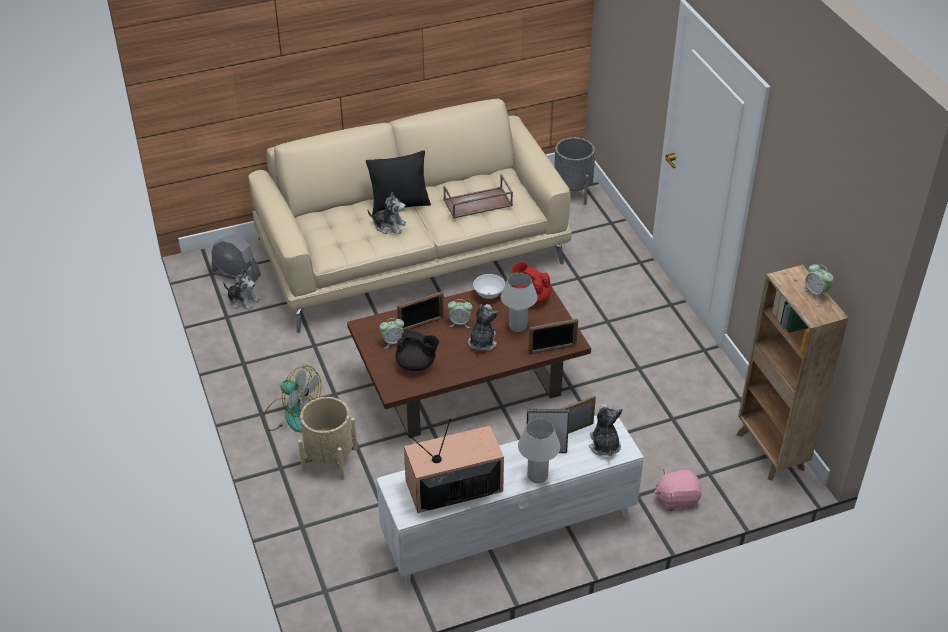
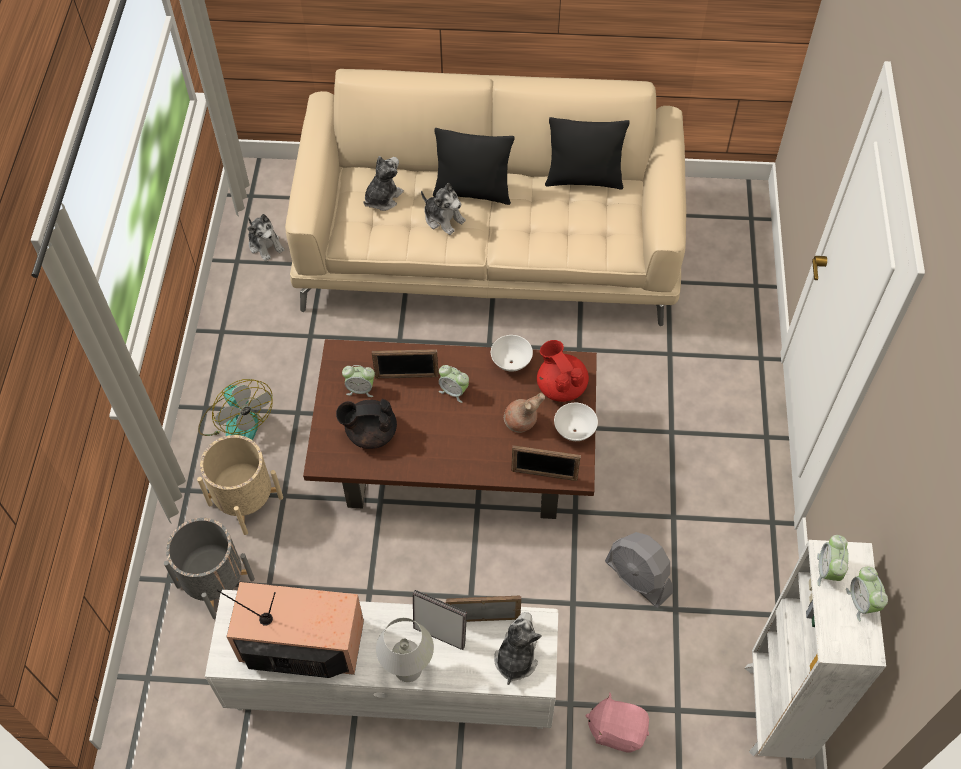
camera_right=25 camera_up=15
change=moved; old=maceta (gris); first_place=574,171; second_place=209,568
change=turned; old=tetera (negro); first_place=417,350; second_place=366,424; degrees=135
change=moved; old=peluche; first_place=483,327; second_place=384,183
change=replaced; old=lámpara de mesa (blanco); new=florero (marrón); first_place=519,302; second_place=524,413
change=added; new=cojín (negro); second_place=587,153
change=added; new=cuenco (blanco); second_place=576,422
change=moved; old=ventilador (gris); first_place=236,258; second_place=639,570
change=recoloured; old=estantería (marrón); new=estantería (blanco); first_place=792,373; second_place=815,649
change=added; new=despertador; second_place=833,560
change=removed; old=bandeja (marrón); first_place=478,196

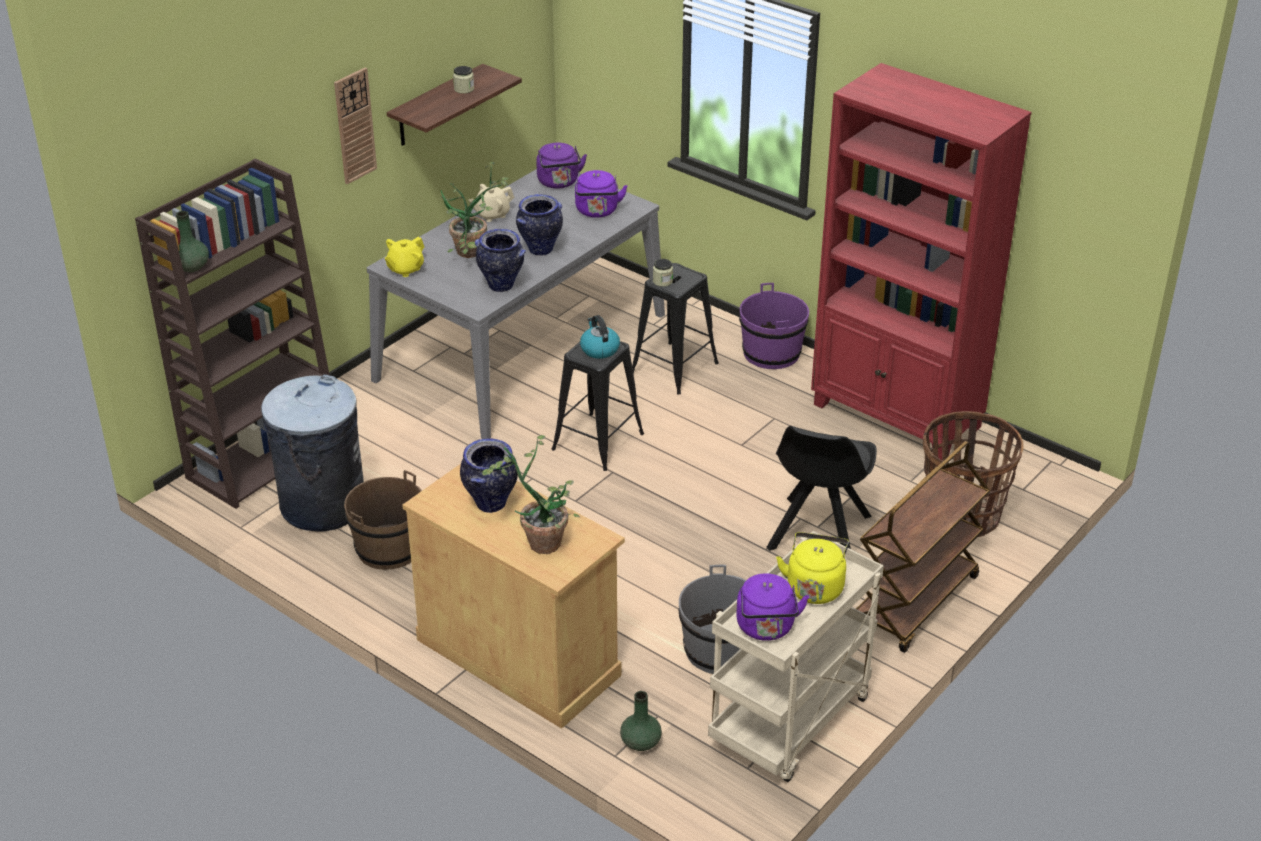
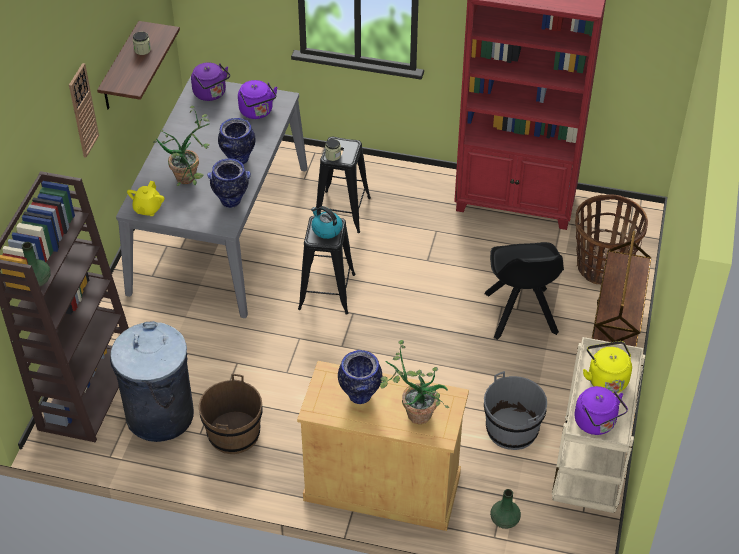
camera_right=-25 camera_up=10
change=removed; old=tetera (beis); first_place=491,203
change=removed; old=cubo (morado); first_place=774,326

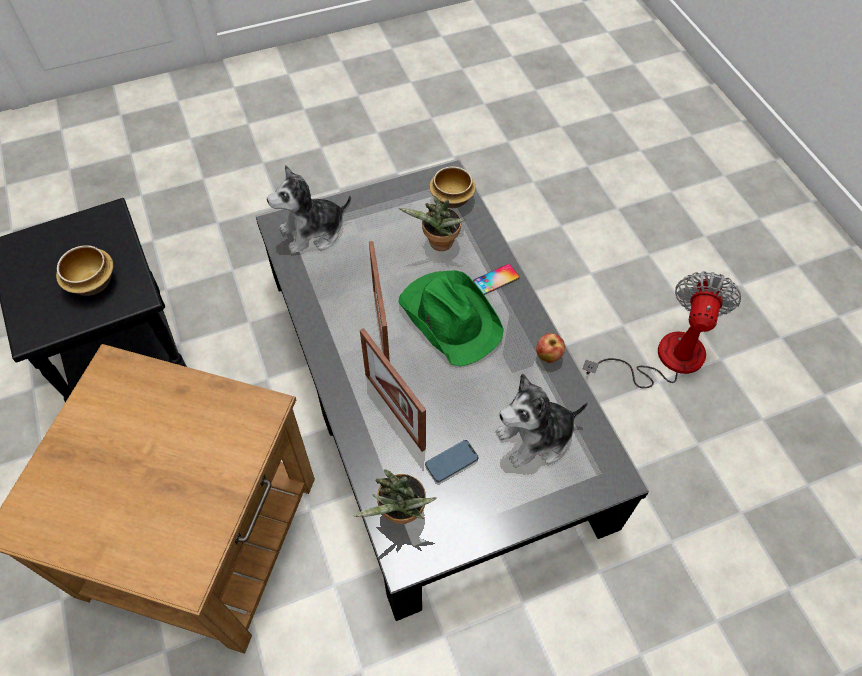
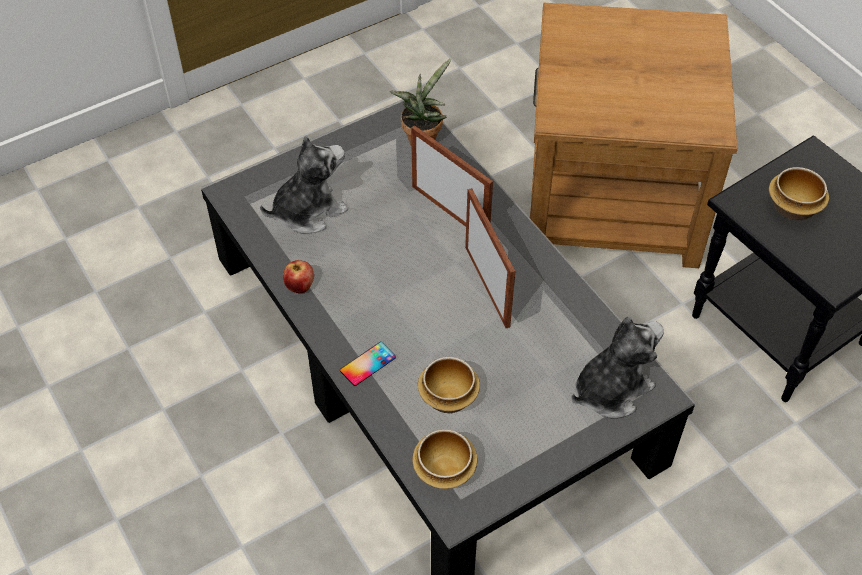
camera_right=170 camera_up=-5
change=replaced; old=planta en maceta; new=cuenco; first_place=432,223; second_place=449,385
change=removed; old=sombrero (verde); first_place=451,318
change=removed; old=móvil; first_place=452,461
change=removed; old=ventilador; first_place=661,329

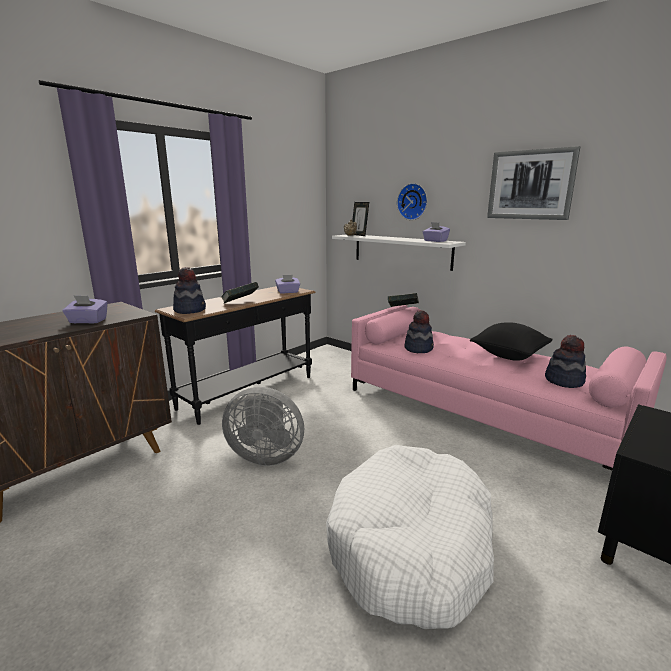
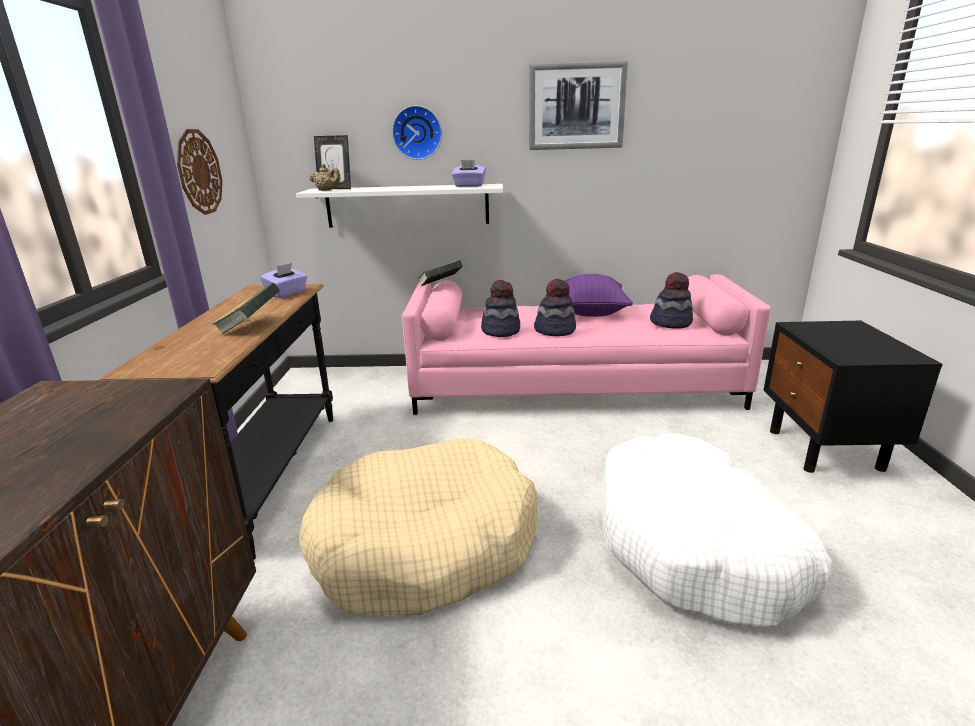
camera_right=-40 camera_up=5
change=added; new=reloj de pared; second_place=199,172
change=replaced; old=ventilador (gris); new=cama para perro (beis); first_place=263,426; second_place=419,527
change=moved; old=sombrero; first_place=189,290; second_place=555,307
change=recoloured; old=cojín (negro); new=cojín (morado); first_place=511,341; second_place=599,295
change=removed; old=caja de pañuelos (morado); first_place=85,309

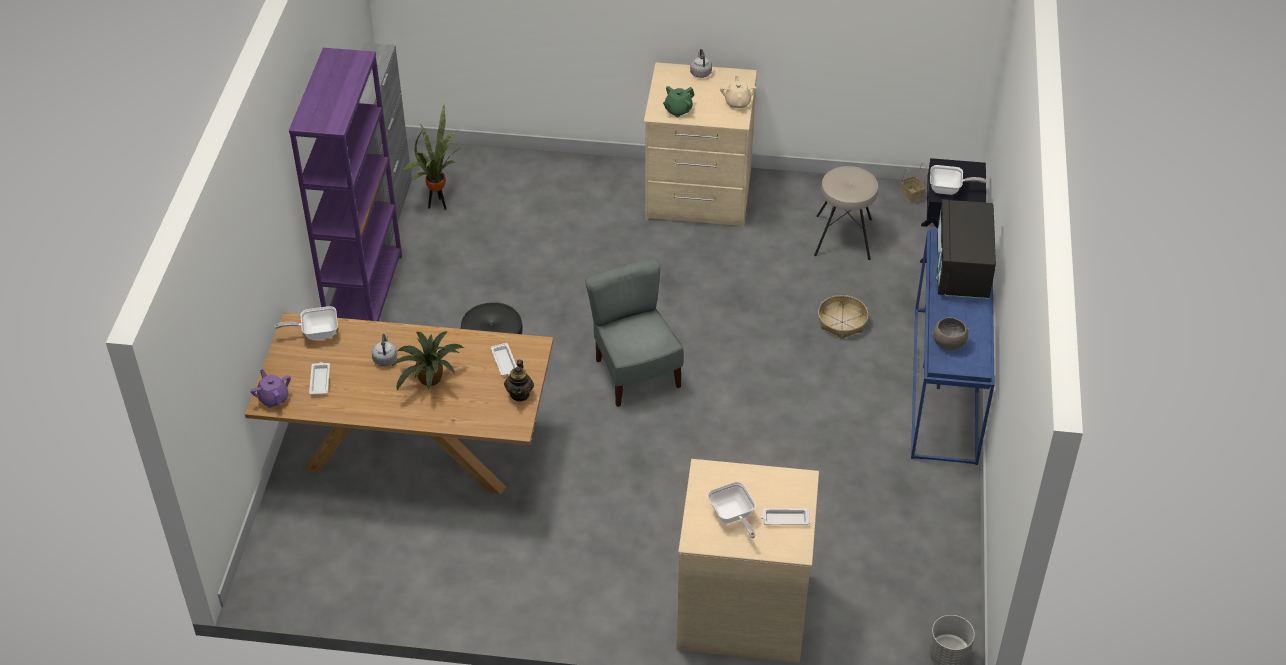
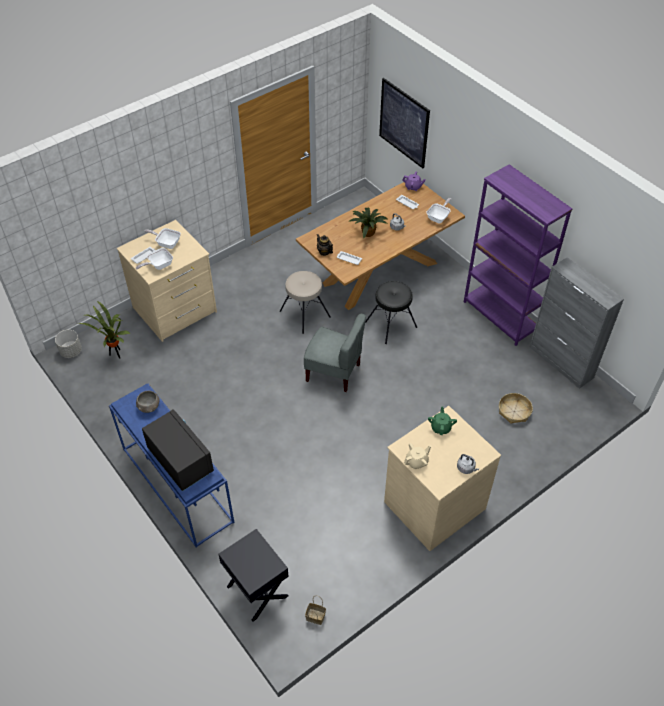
camera_right=135 camera_up=5
change=moved; old=planta en maceta; first_place=434,157; second_place=104,330
change=moved; old=sartén; first_place=958,180; second_place=154,259
change=moved; old=taburete (beis); first_place=846,213; second_place=305,302
change=added; new=cuadro; second_place=404,123
change=turned; old=tetera (beis); first_place=738,92; second_place=417,456; degrees=-75
change=moved; old=cesta; first_place=843,317; second_place=516,408

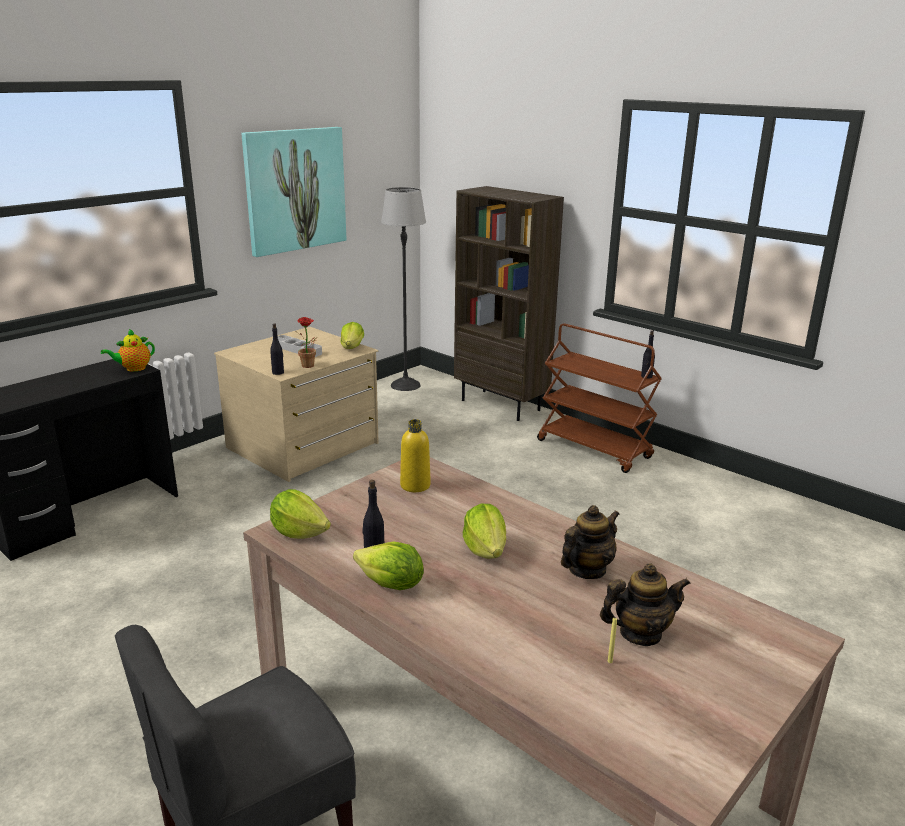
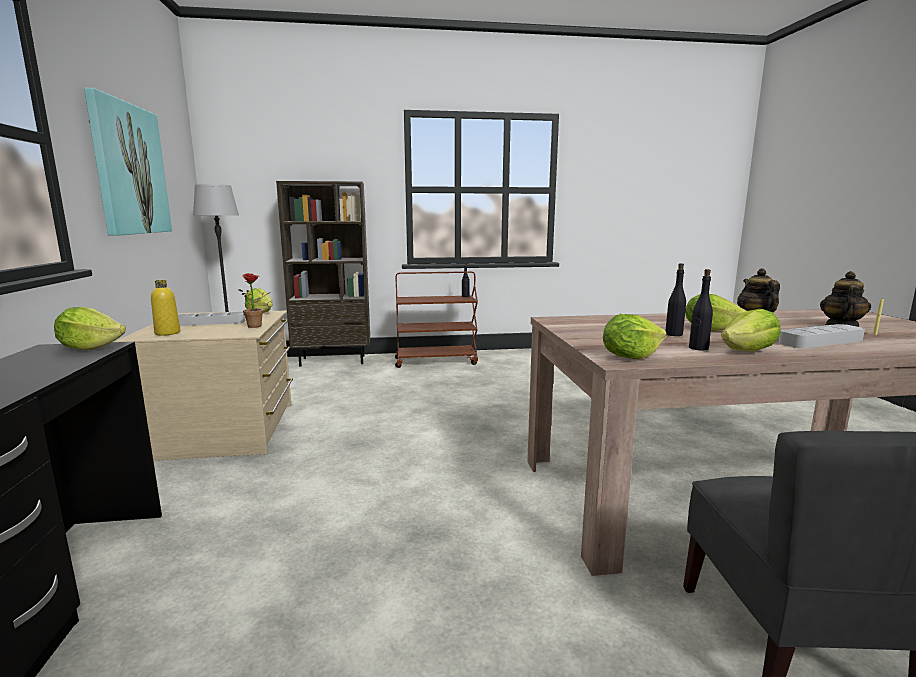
camera_right=-50 camera_up=-10
change=replaced; old=tetera; new=lechuga; first_place=128,350; second_place=90,328
change=moved; old=botella (amarillo); first_place=415,455; second_place=165,308
change=moved; old=botella (negro); first_place=277,349; second_place=675,299
change=added; new=bandeja (gris); second_place=822,336

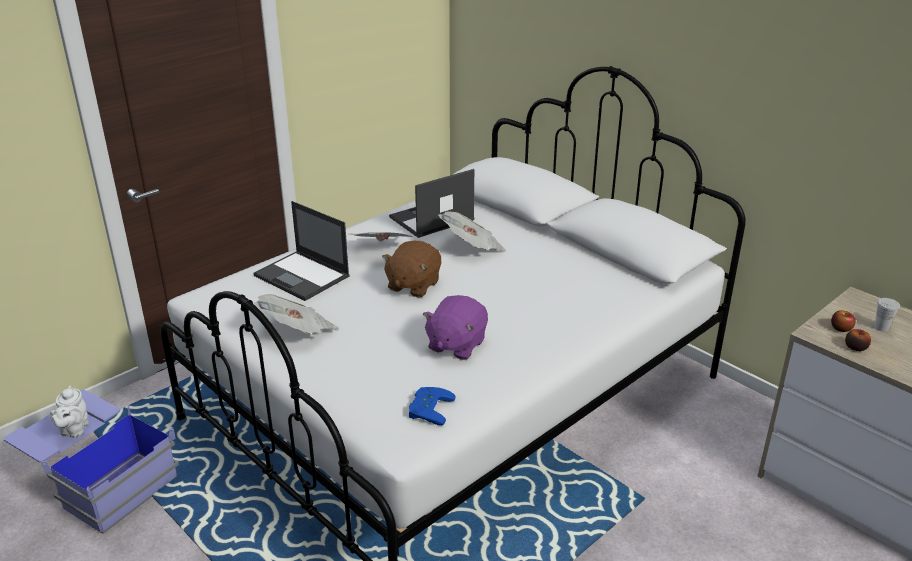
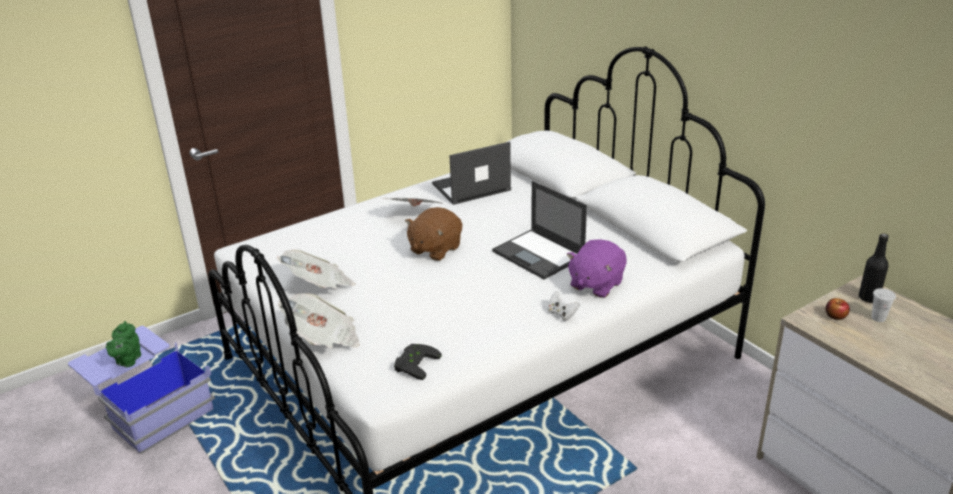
camera_right=10 camera_up=0
change=recoloured; old=tetera (blanco); new=tetera (verde); first_place=69,412; second_place=123,344
change=moved; old=periódico; first_place=472,231; second_place=319,320
change=recoloured; old=mando de consola (azul); new=mando de consola (negro); first_place=432,406; second_place=418,362
change=moved; old=portátil; first_place=302,251; second_place=539,230
change=added; new=mando de consola (blanco); second_place=564,306
change=moved; old=peluche (morado); first_place=455,327; second_place=596,268
change=added; new=botella (negro); second_place=874,268
change=removed; old=manzana; first_place=858,340

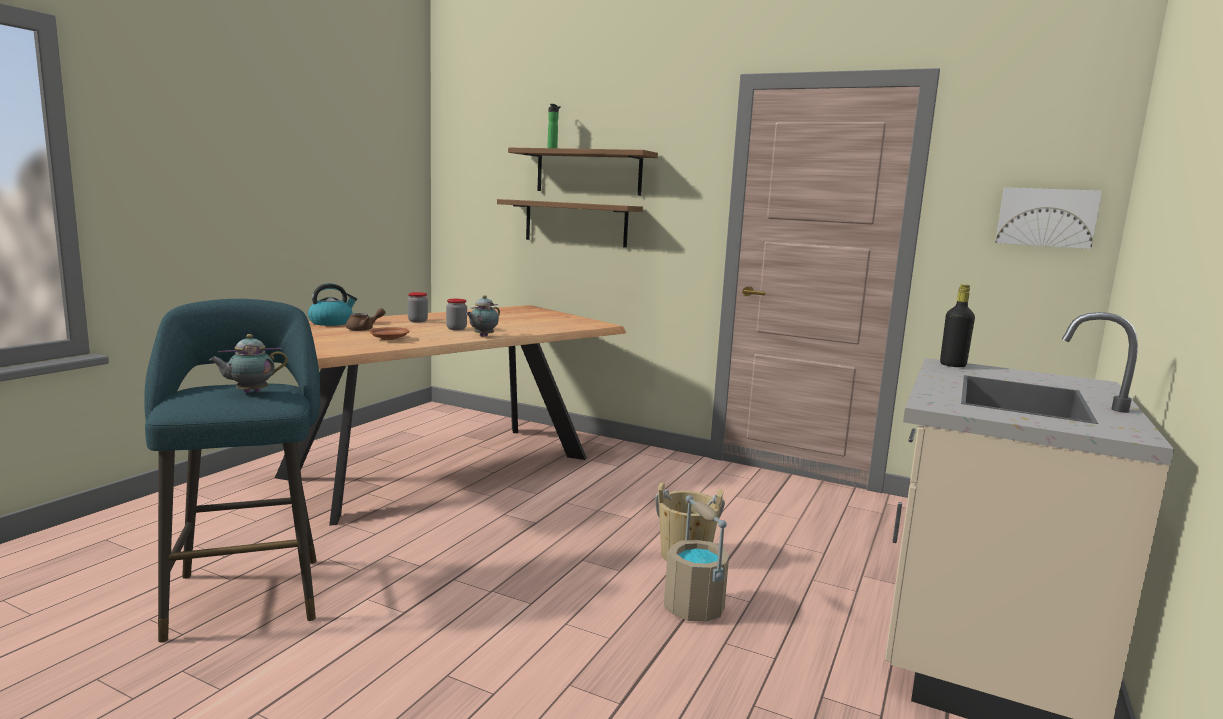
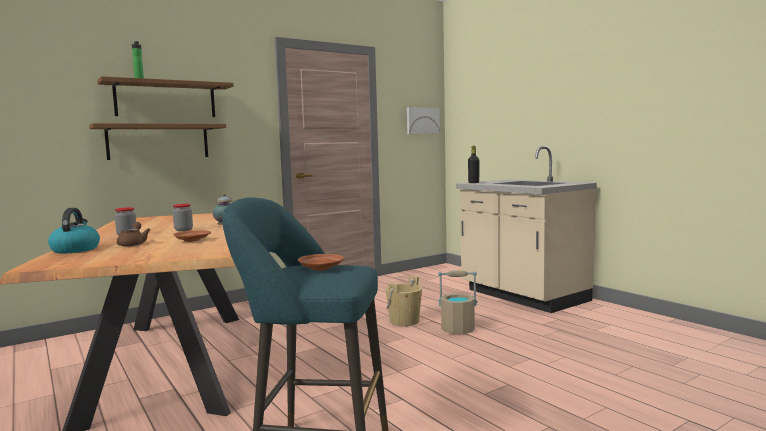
camera_right=-60 camera_up=-5
change=replaced; old=tetera; new=plato (marrón); first_place=248,363; second_place=321,262

